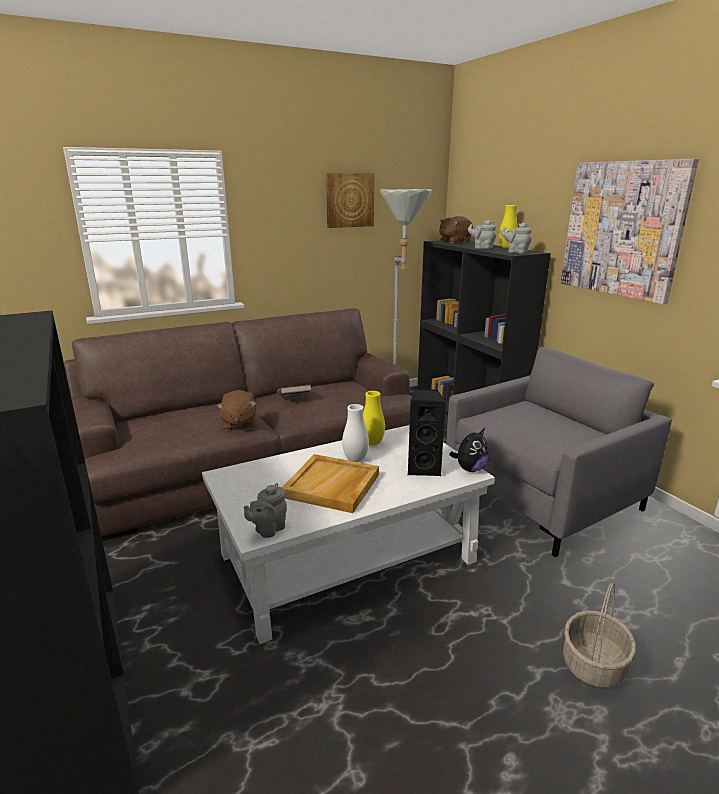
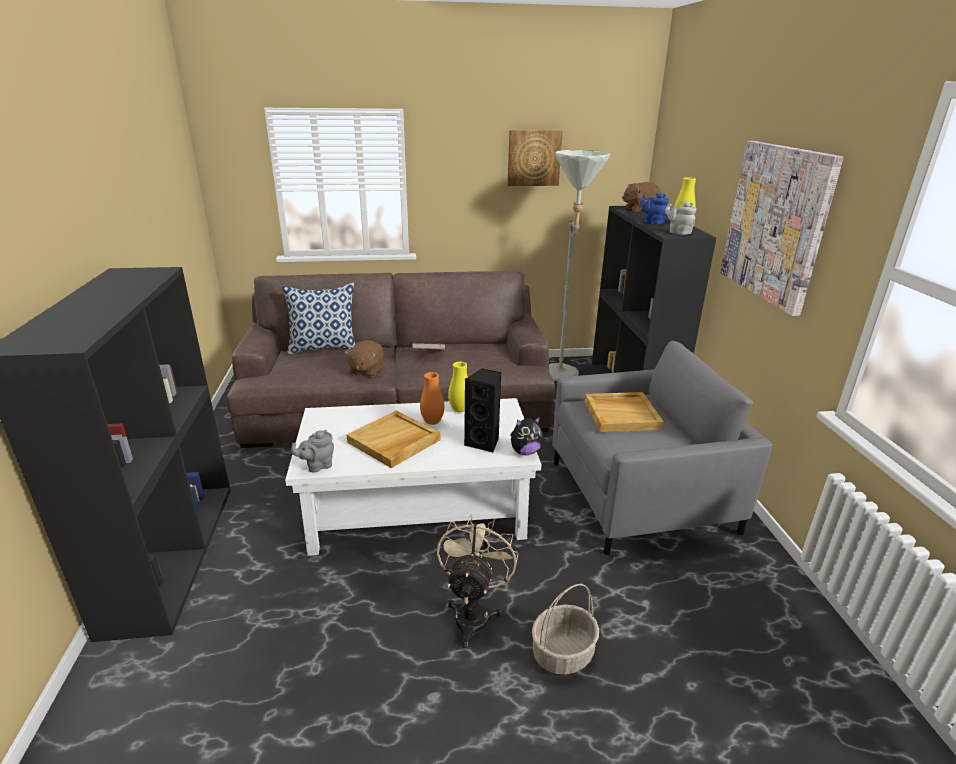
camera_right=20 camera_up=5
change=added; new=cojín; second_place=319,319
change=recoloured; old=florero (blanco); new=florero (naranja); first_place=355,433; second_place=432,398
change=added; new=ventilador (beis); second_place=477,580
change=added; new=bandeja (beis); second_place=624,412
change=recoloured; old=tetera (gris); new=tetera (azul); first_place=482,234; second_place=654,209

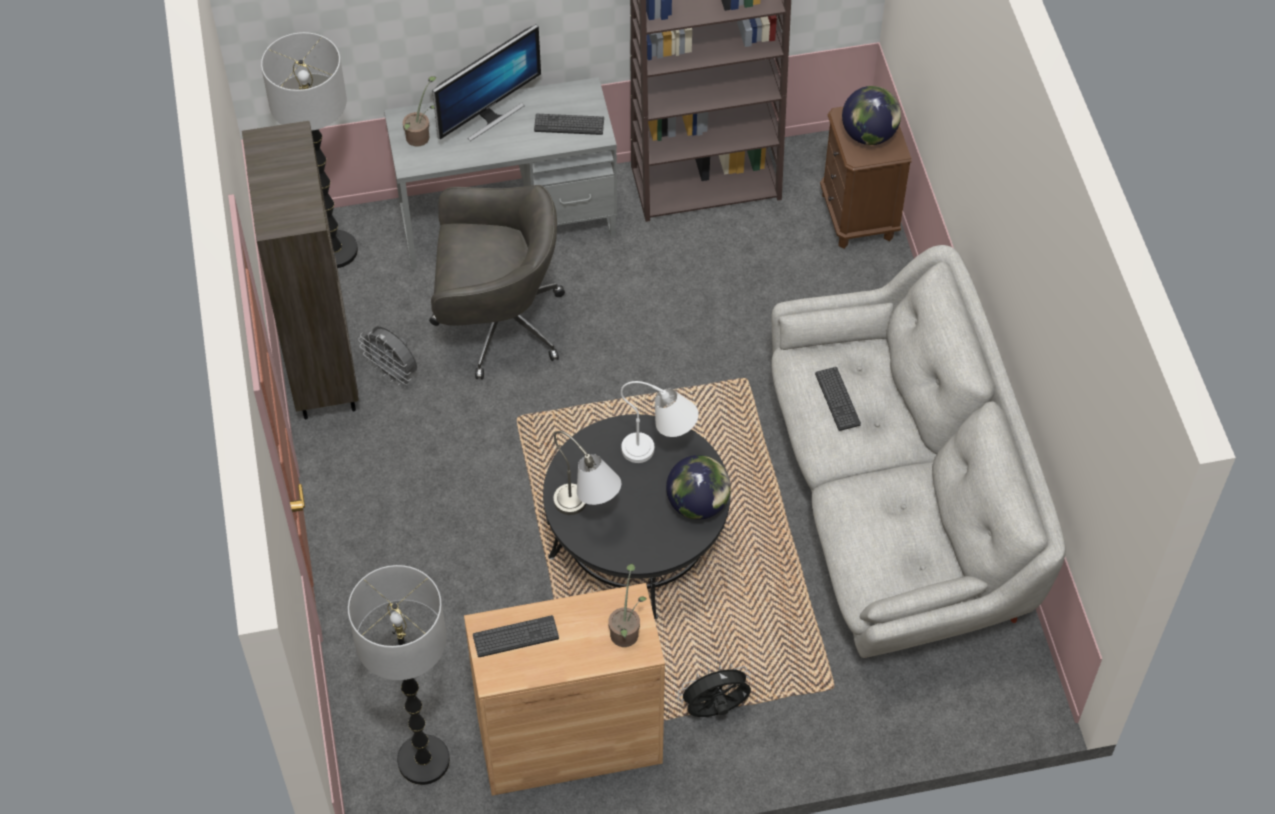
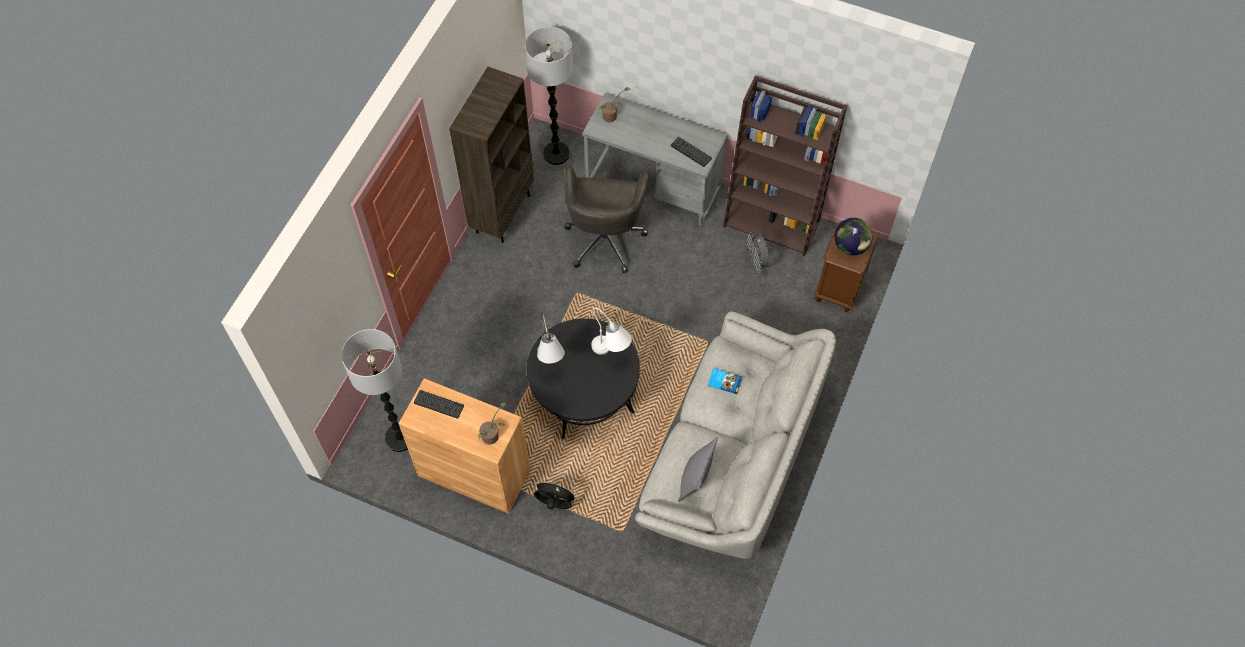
camera_right=35 camera_up=5
change=turned; old=silla de oficina (gris); first_place=497,282; second_place=606,219; degrees=60
change=added; new=cojín (gris); second_place=698,469
change=replaced; old=teclado; new=libro; first_place=838,399; second_place=725,381
change=moved; old=ventilador (gris); first_place=387,356; second_place=759,253
change=removed; old=monitor; first_place=486,82
change=removed; old=globo terráqueo; first_place=698,487

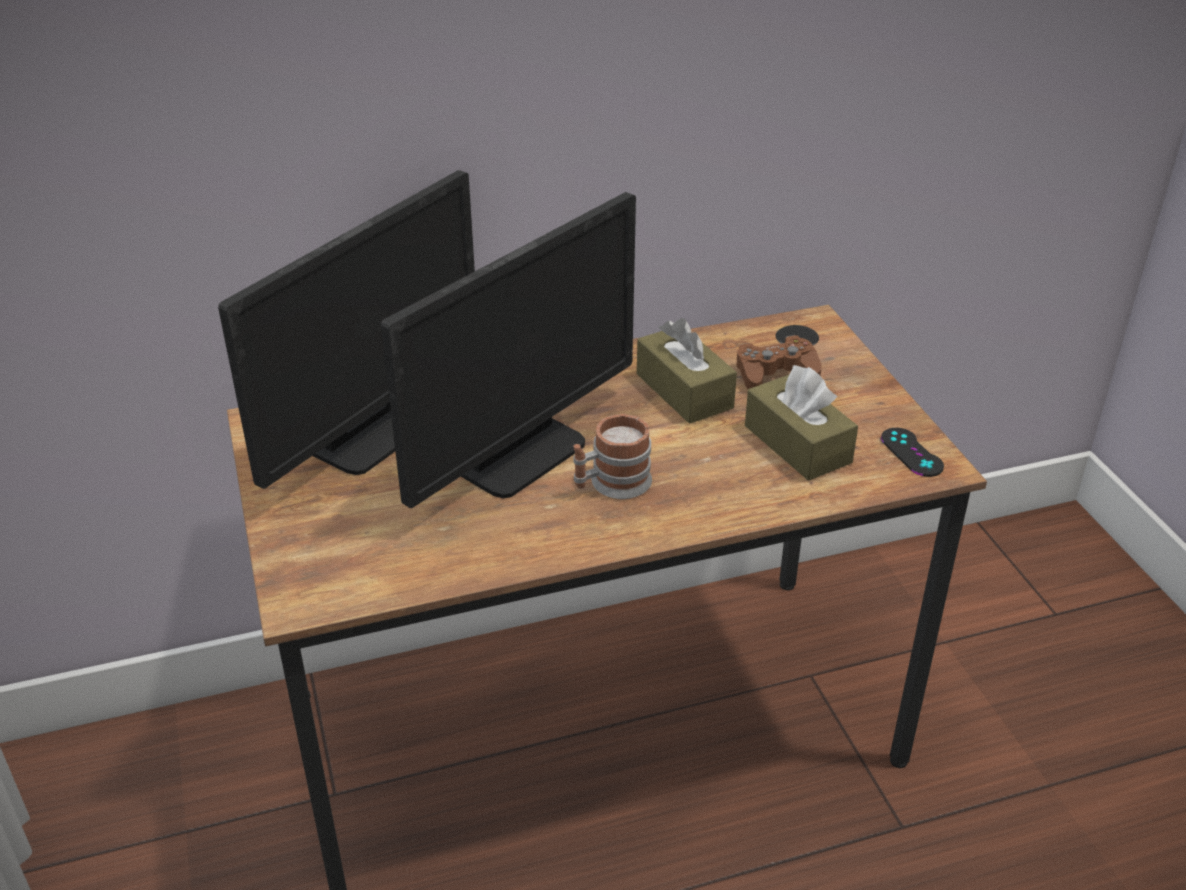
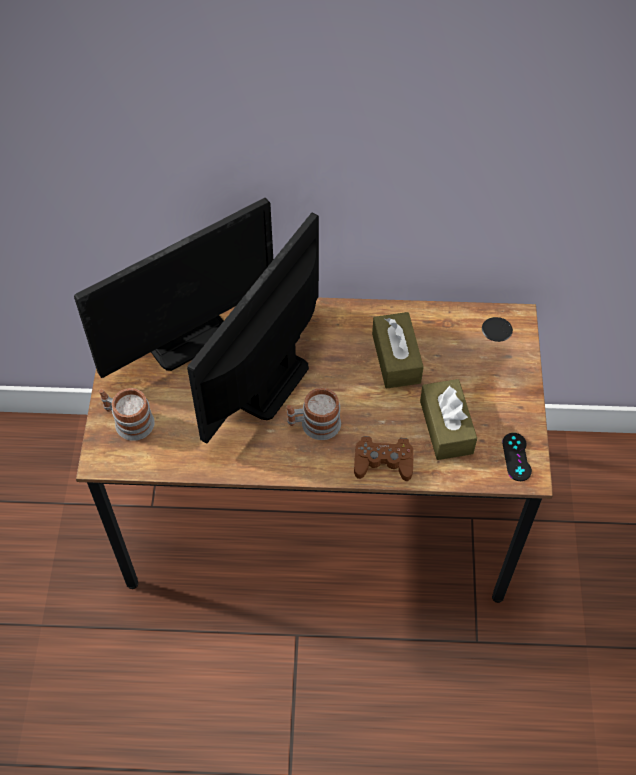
camera_right=20 camera_up=20
change=added; new=taza grande; second_place=127,414
change=turned; old=monitor; first_place=508,350; second_place=253,328; degrees=150
change=moved; old=mando de consola (marrón); first_place=779,362; second_place=384,458

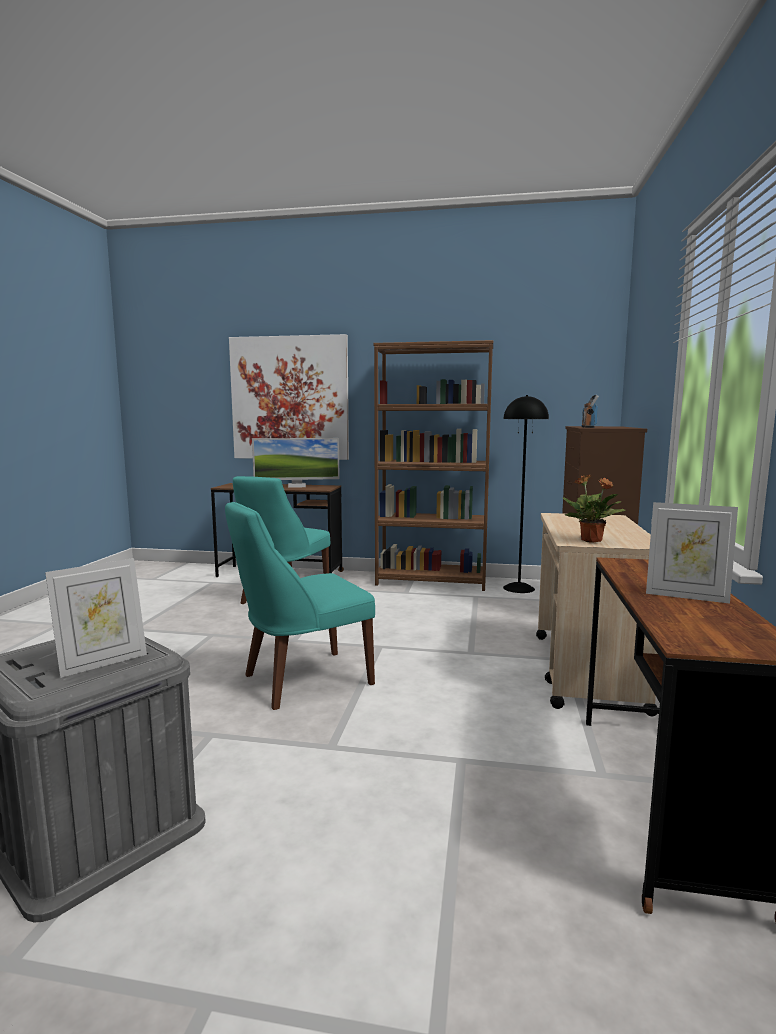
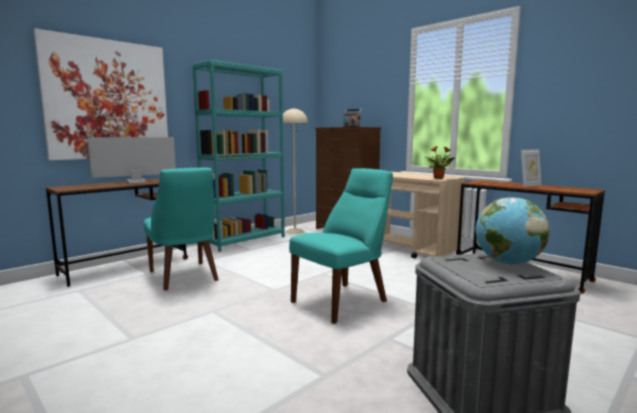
camera_right=-55 camera_up=0
change=turned; old=monitor; first_place=296,463; second_place=131,160; degrees=-150
change=recoloured; old=estantería (marrón); new=estantería (turquesa); first_place=433,465; second_place=238,156
change=recoloured; old=lámpara de pie (negro); new=lámpara de pie (beis); first_place=526,494; second_place=295,171
change=turned; old=silla (turquesa); first_place=300,606; second_place=341,246; degrees=-135
change=replaced; old=portarretratos; new=globo terráqueo; first_place=96,618; second_place=513,231

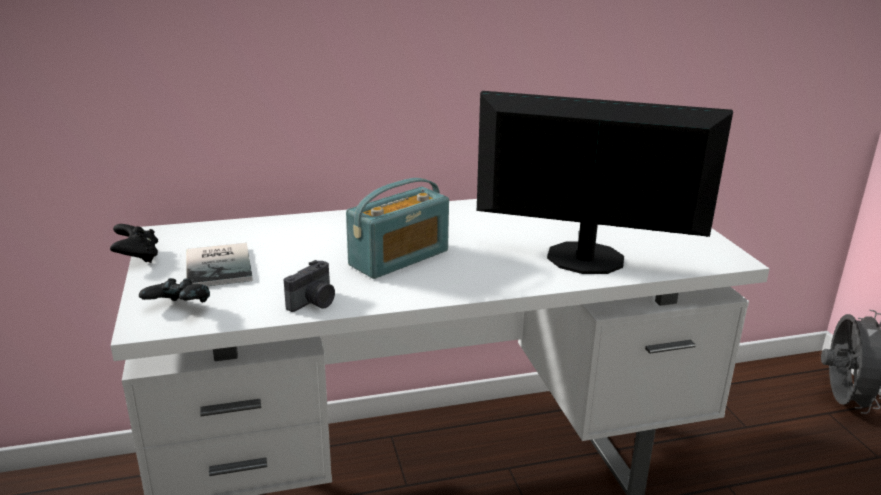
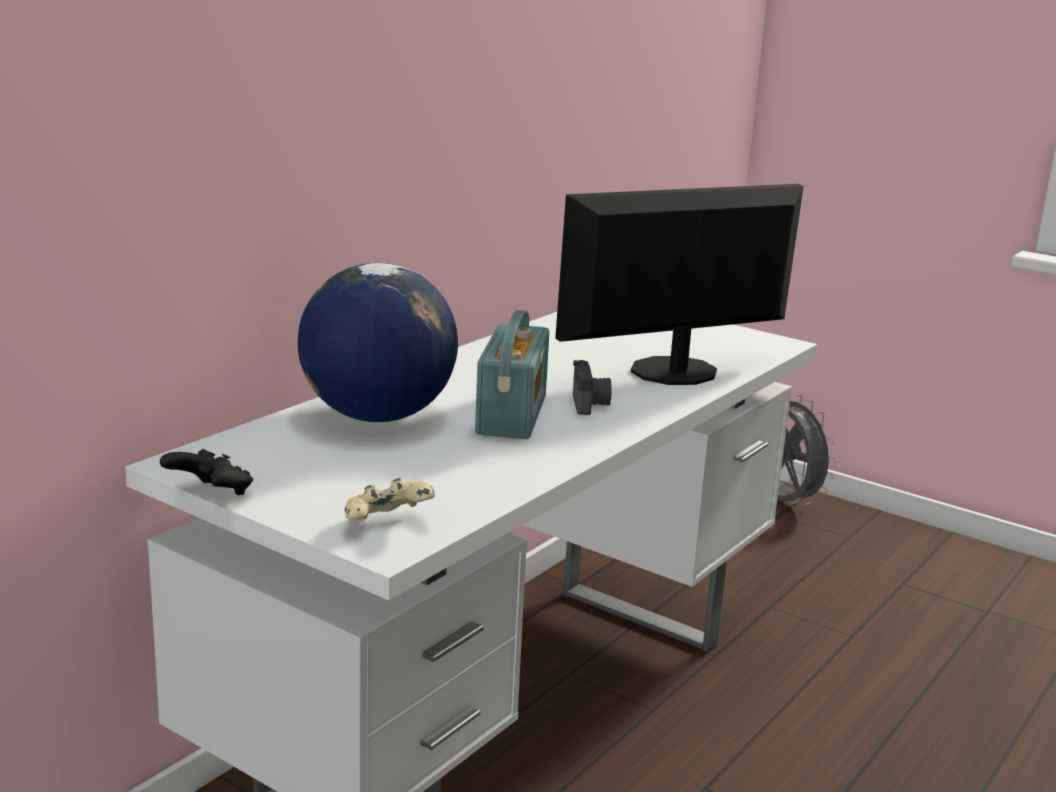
camera_right=-40 camera_up=-5
change=added; new=globo terráqueo; second_place=378,342
change=recoloured; old=mando de consola (negro); new=mando de consola (beis); first_place=174,290; second_place=390,499
change=moved; old=cámara; first_place=309,286; second_place=592,387
change=removed; old=libro; first_place=220,264

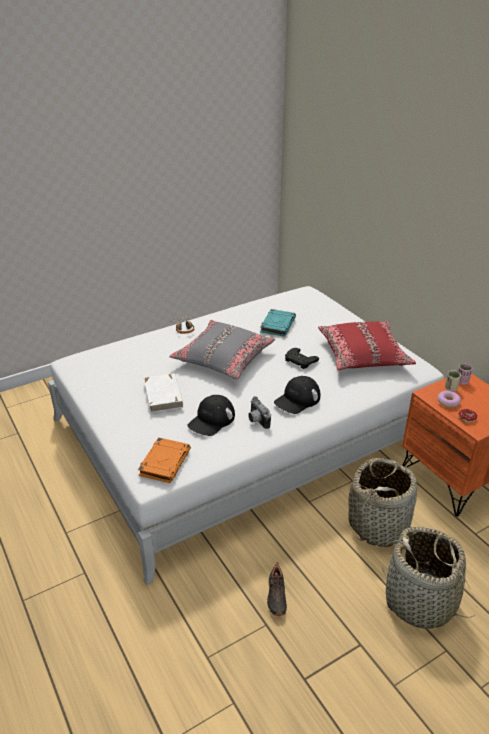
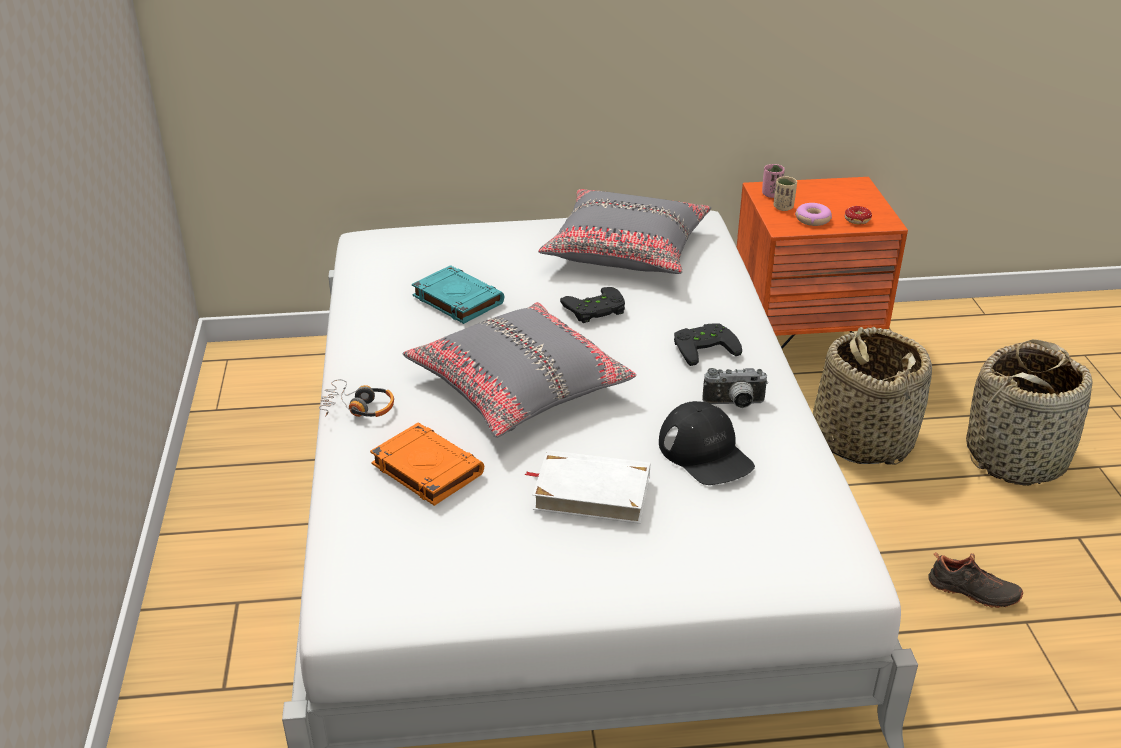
camera_right=-65 camera_up=0
change=moved; old=libro (naranja); first_place=164,460; second_place=427,464
change=recoloured; old=cojín (rojo); new=cojín (gris); first_place=367,345; second_place=624,231
change=replaced; old=gorra (negro); new=mando de consola (negro); first_place=297,395; second_place=708,344

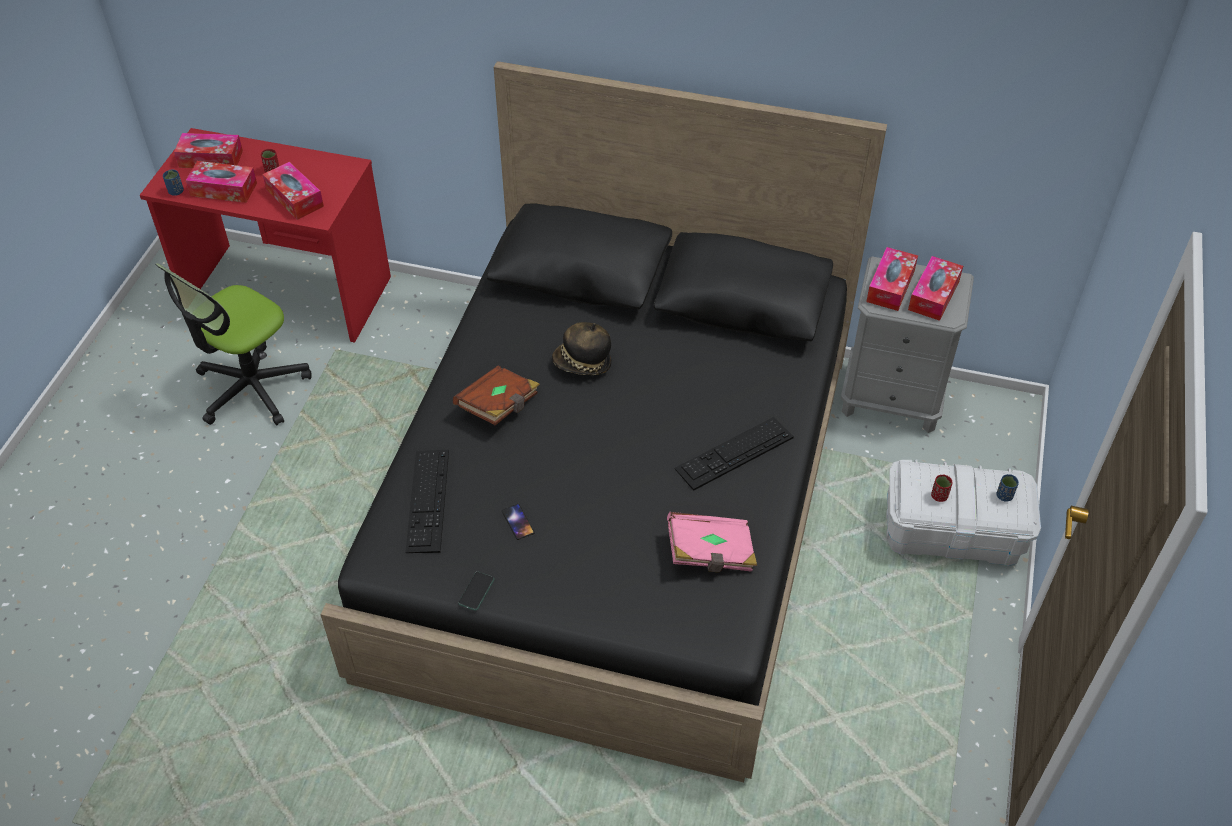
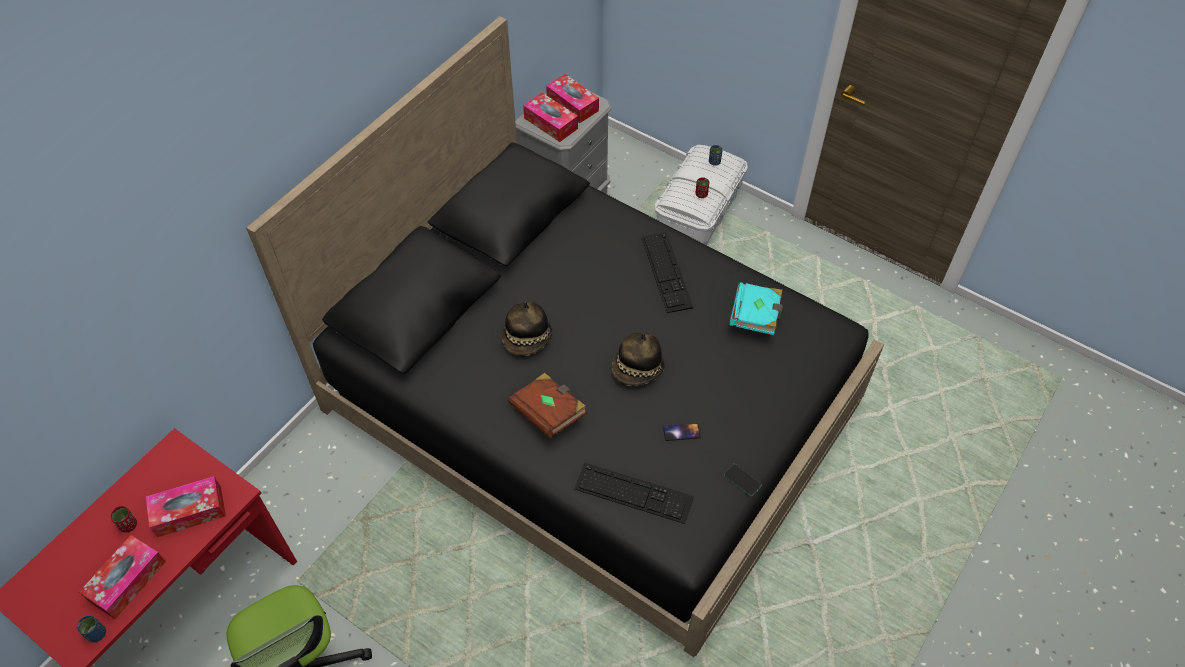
camera_right=-70 camera_up=5
change=added; new=sombrero; second_place=638,359
change=recoloured; old=libro (rosa); new=libro (turquesa); first_place=712,542; second_place=756,308
change=removed; old=caja de pañuelos; first_place=208,150

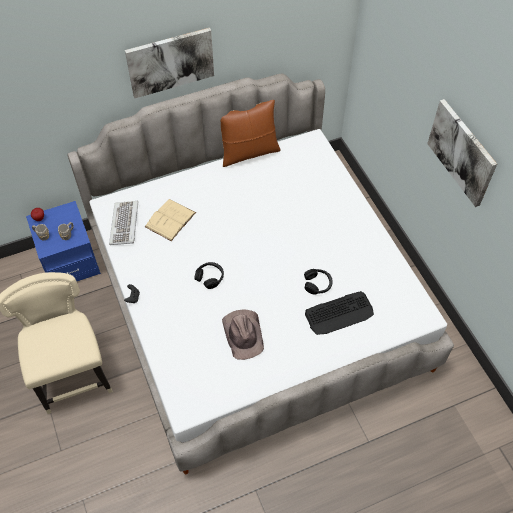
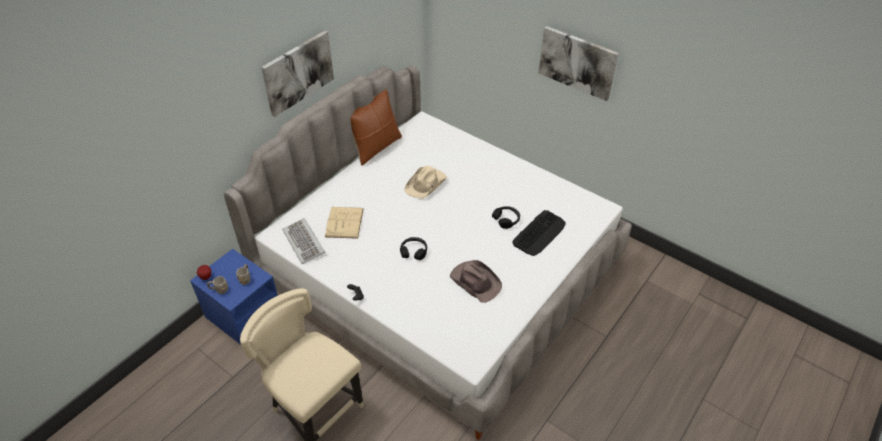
camera_right=-30 camera_up=-10
change=added; new=sombrero (beis); second_place=425,182

